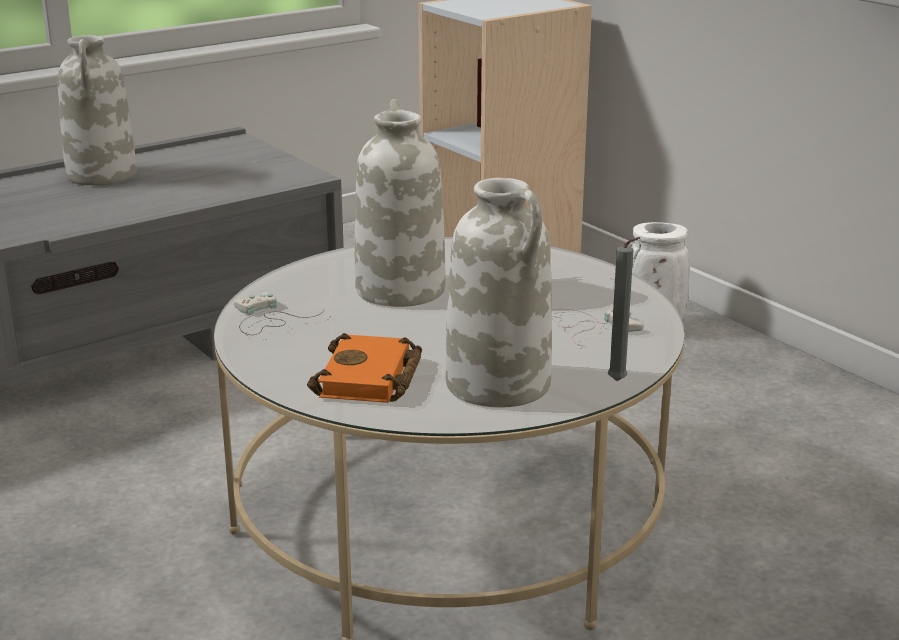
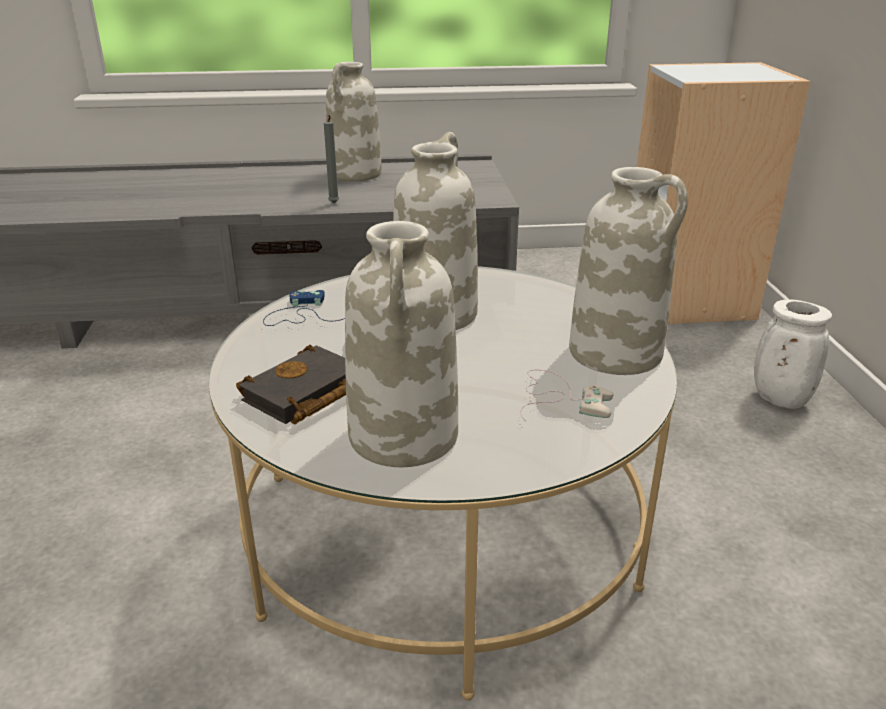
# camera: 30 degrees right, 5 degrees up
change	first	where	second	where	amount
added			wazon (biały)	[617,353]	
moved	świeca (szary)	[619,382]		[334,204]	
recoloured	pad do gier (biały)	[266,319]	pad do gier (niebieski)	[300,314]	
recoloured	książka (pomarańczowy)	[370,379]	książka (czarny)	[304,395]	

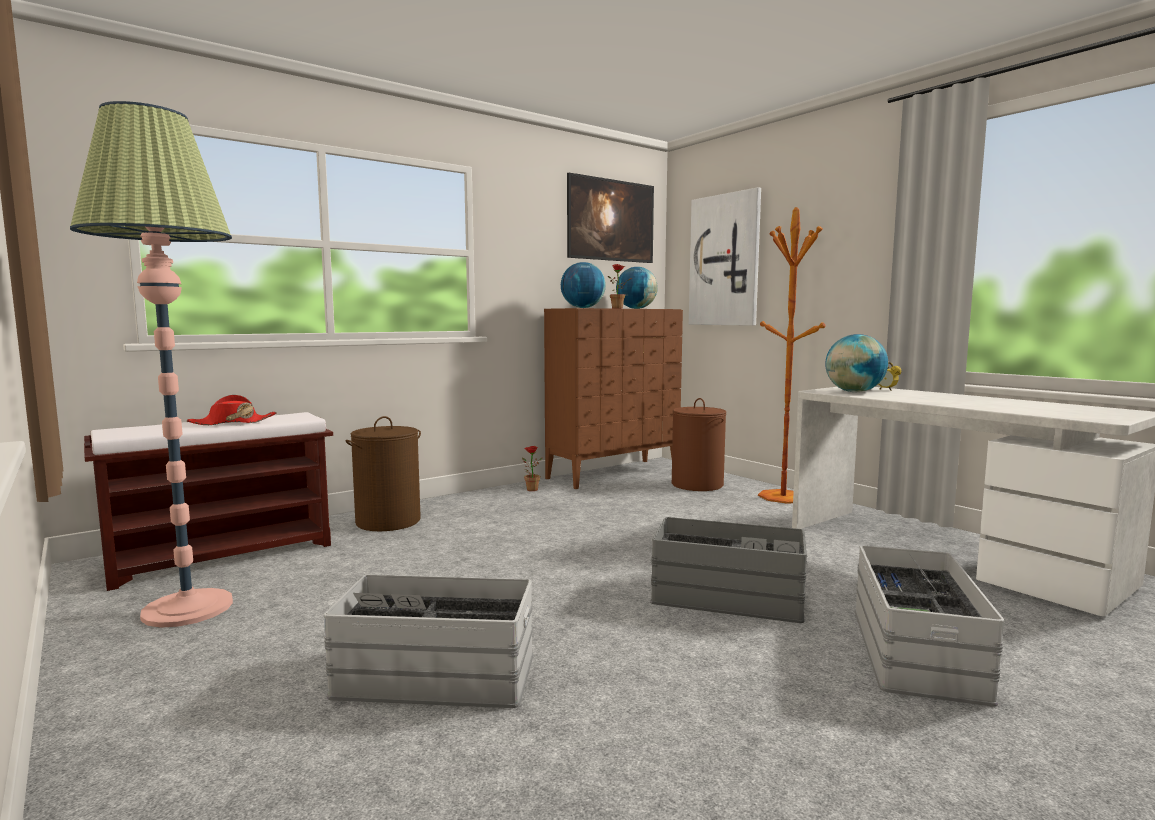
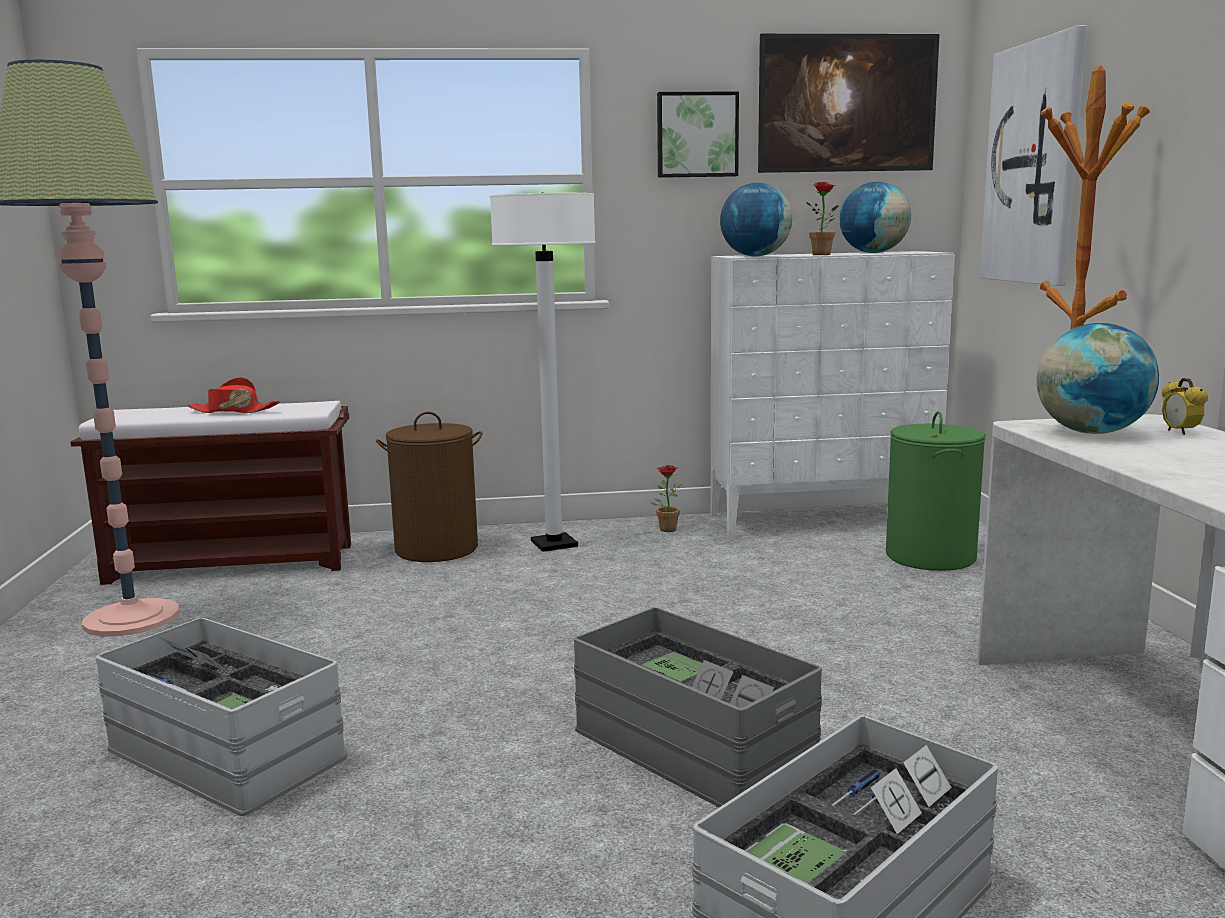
# camera: 30 degrees right, 5 degrees up
change	first	where	second	where	amount
added			lampa stojąca (biały)	[554,544]	
added			obraz	[697,135]	
recoloured	komoda (brązowy)	[615,474]	komoda (biały)	[824,520]	
recoloured	kosz na pranie (brązowy)	[697,484]	kosz na pranie (zielony)	[930,556]	

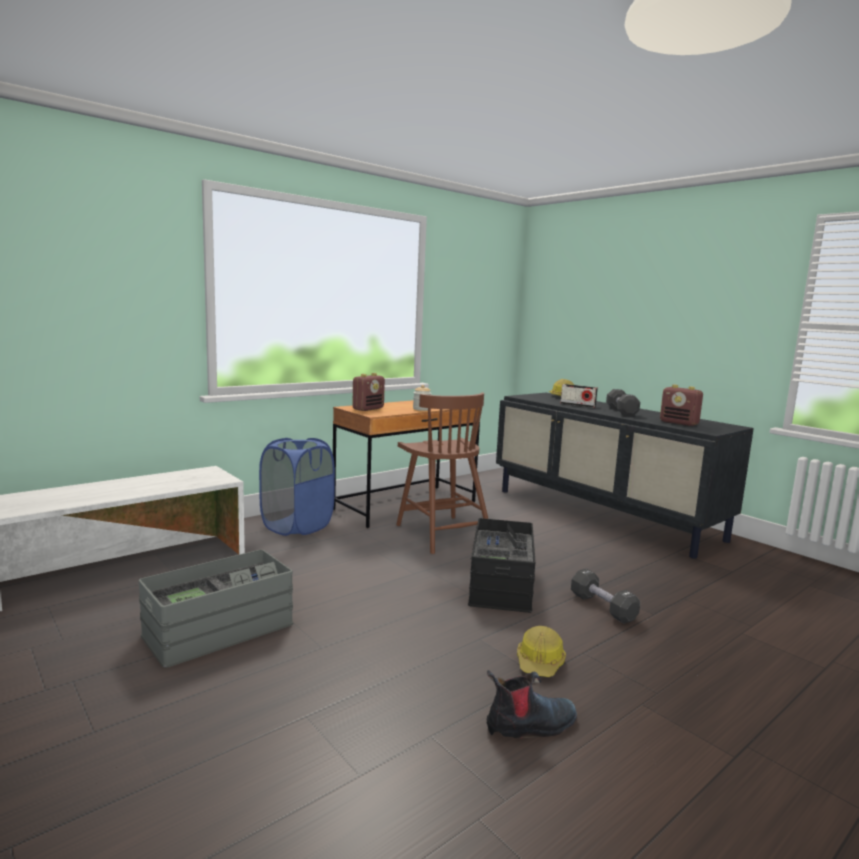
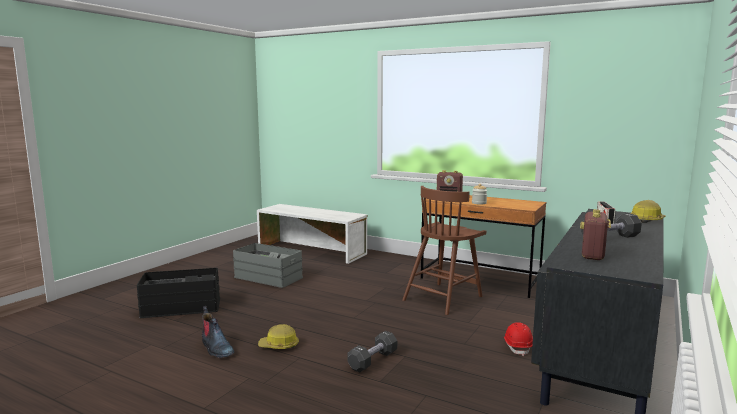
# camera: 70 degrees right, 0 degrees up
change	first	where	second	where	amount
removed	kosz na pranie (niebieski)	[297,526]			
added			kask (czerwony)	[518,346]	
moved	pojemnik do przechowywania (czarny)	[500,583]		[181,306]	

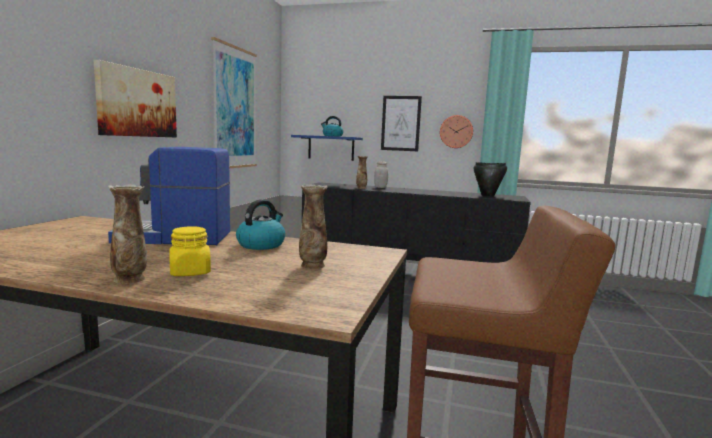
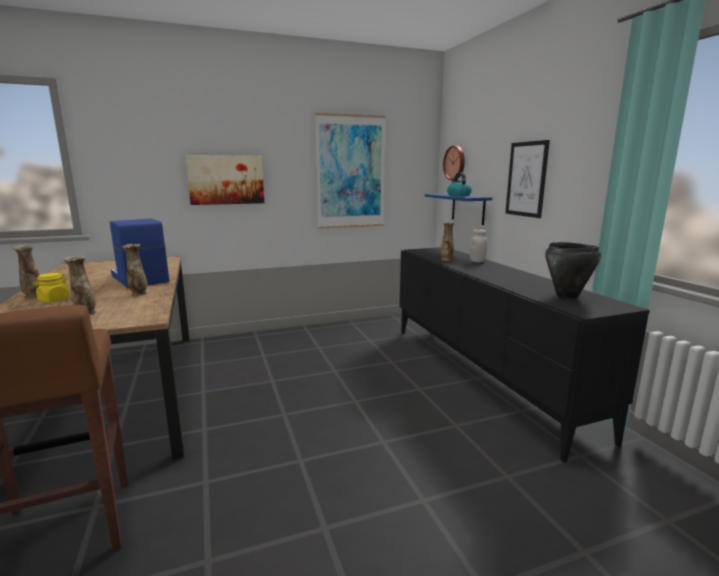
# camera: 55 degrees right, 5 degrees up
change	first	where	second	where	amount
moved	zegar ścienny	[456,131]		[455,163]	
replaced	czajnik	[261,244]	wazon	[138,294]	

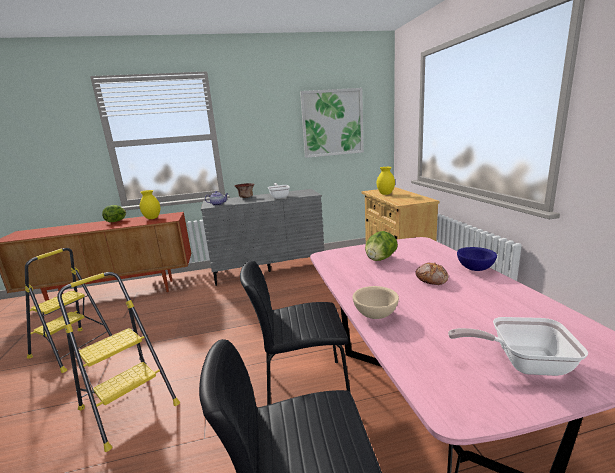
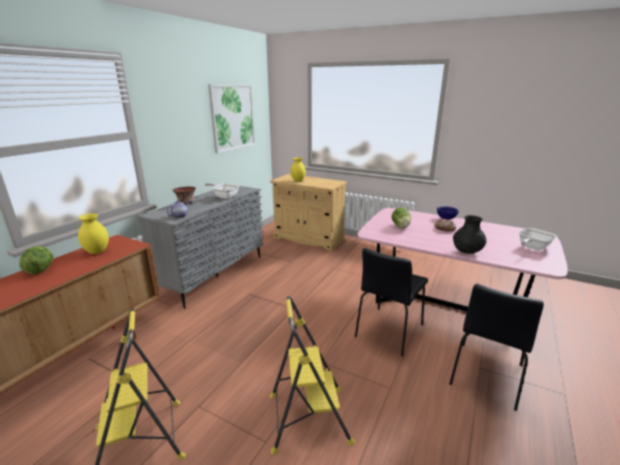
# camera: 50 degrees left, 5 degrees up
change	first	where	second	where	amount
replaced	miska (beżowy)	[376,315]	wazon (czarny)	[467,252]	

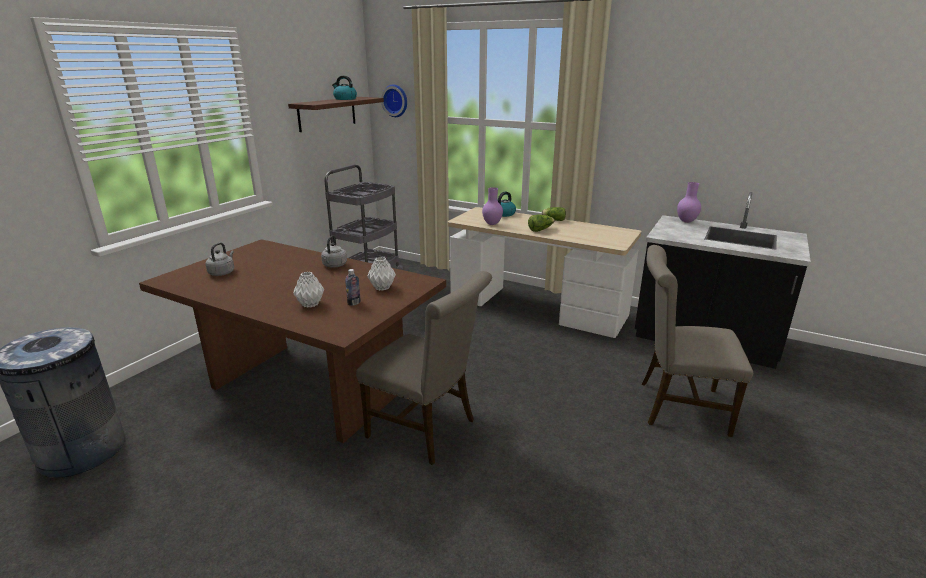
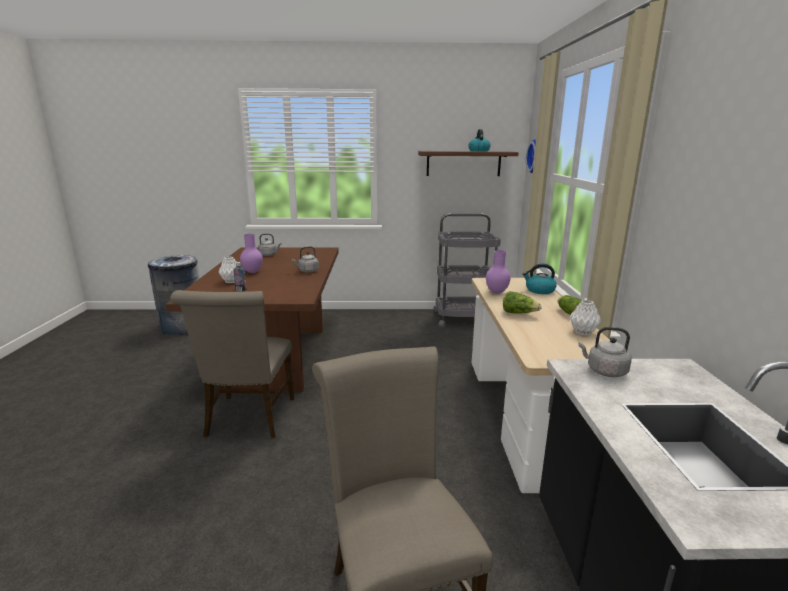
# camera: 60 degrees right, 5 degrees down
change	first	where	second	where	amount
added			czajnik (szary)	[604,371]	
moved	wazon (biały)	[381,288]		[582,332]	
moved	wazon (fioletowy)	[686,221]		[253,272]	

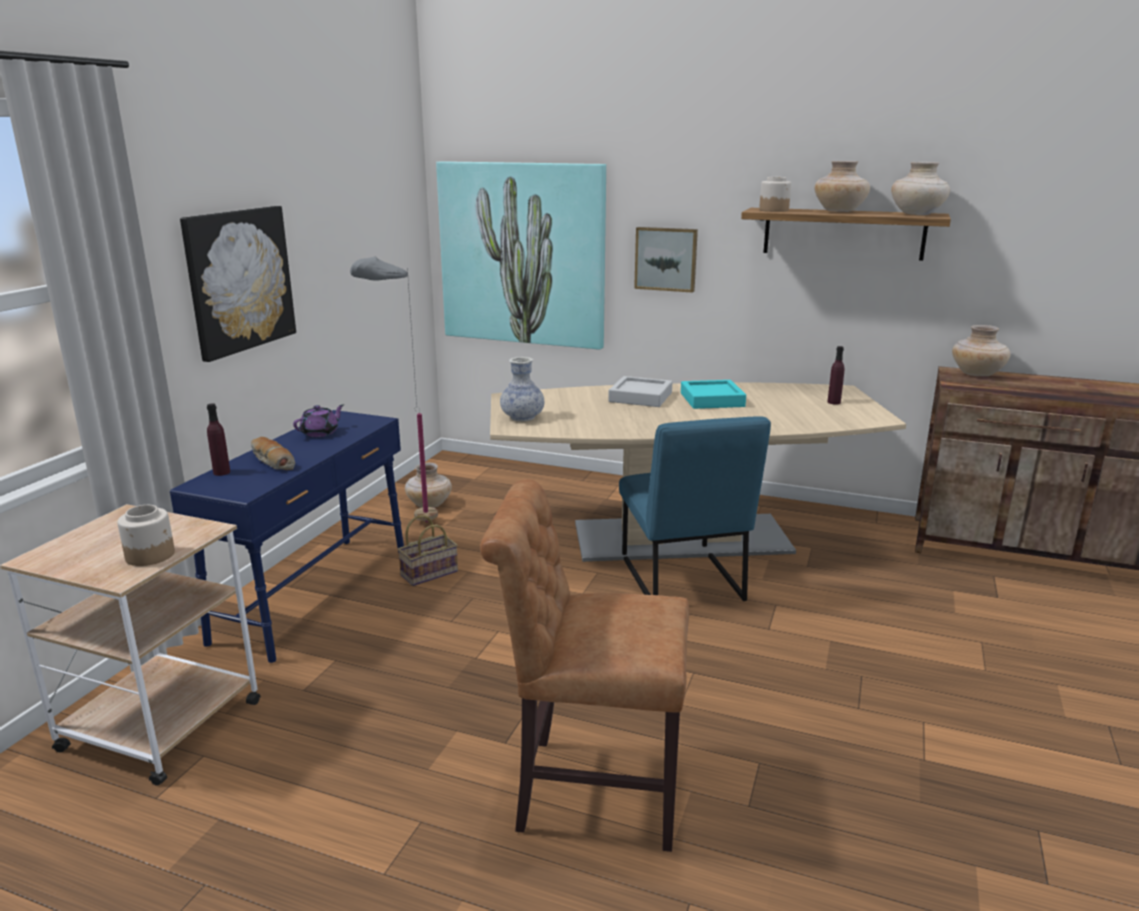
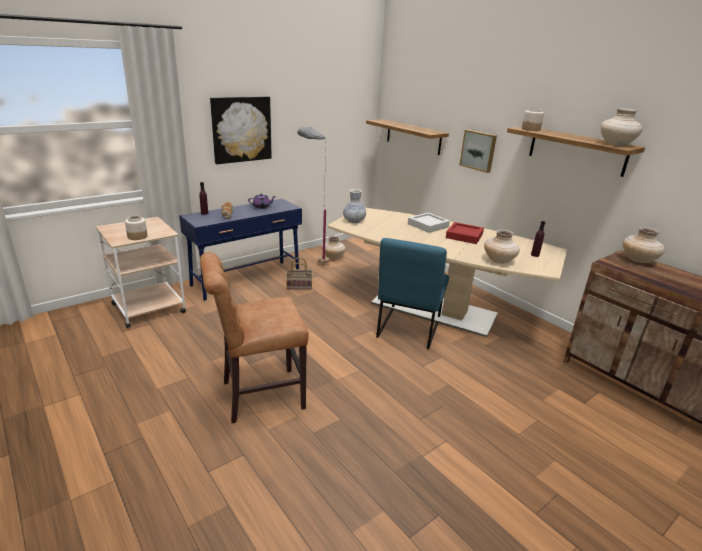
# camera: 30 degrees right, 5 degrees up
change	first	where	second	where	amount
moved	wazon (beżowy)	[839,211]		[499,261]	
replaced	obraz	[523,254]	półka	[413,136]	
recoloured	taca (turkusowy)	[712,400]	taca (czerwony)	[464,236]	
turned	krzesło (brązowy)	[589,790]		[258,396]	60 degrees counterclockwise

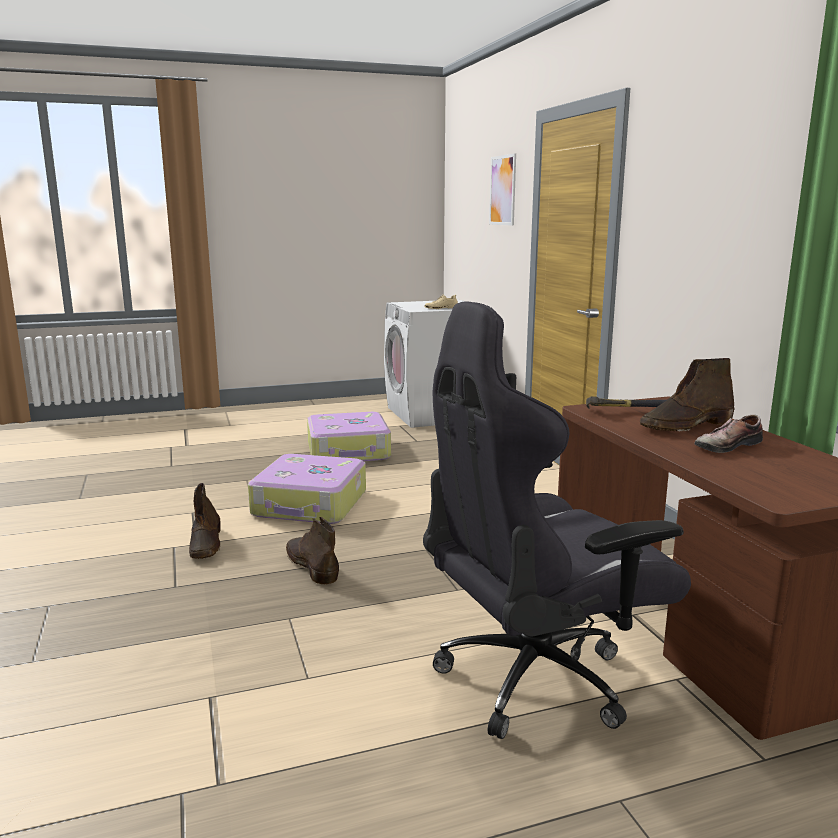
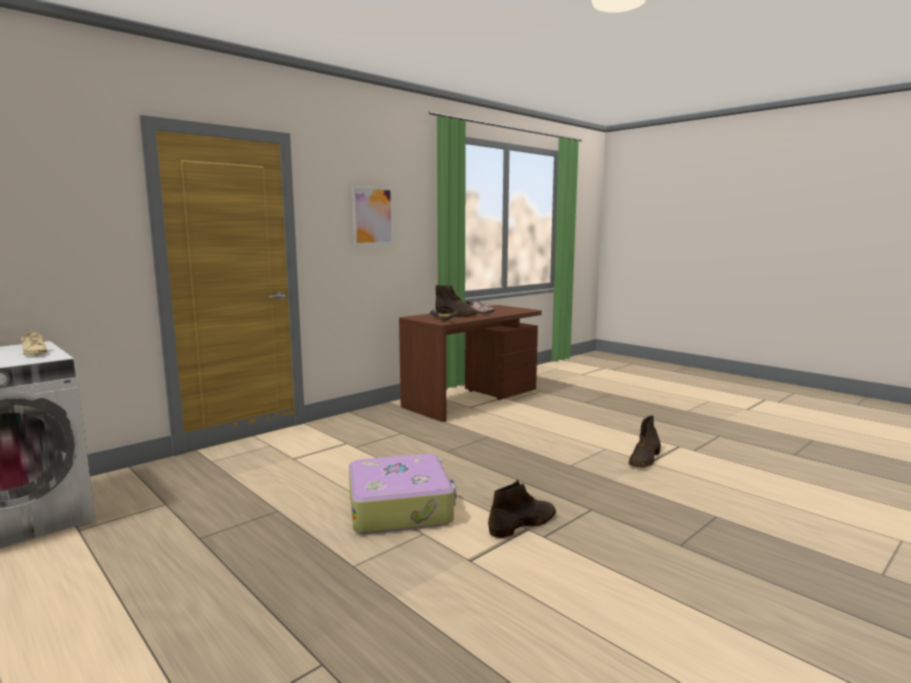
# camera: 115 degrees left, 5 degrees down
change	first	where	second	where	amount
removed	walizka	[349,451]			
removed	krzesło biurowe (czarny)	[543,676]			
moved	but z cholewką (brązowy)	[311,565]		[644,460]	
moved	obraz	[502,190]		[373,216]	

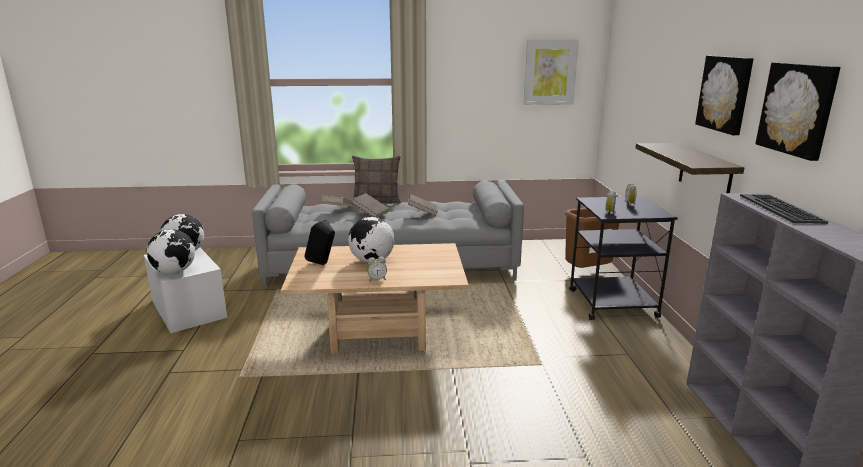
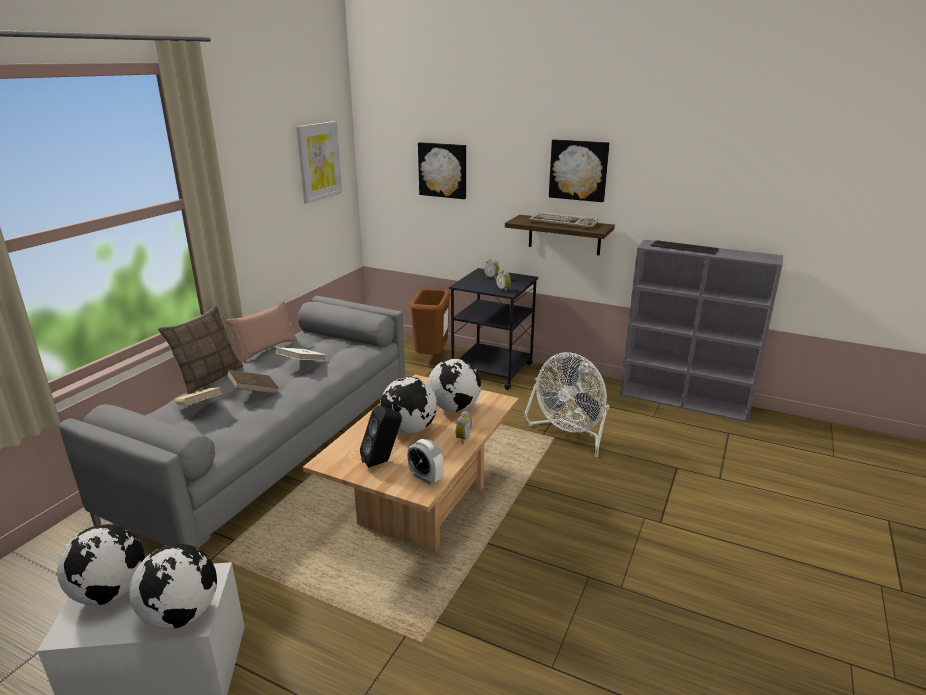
# camera: 60 degrees left, 5 degrees up
change	first	where	second	where	amount
added			poduszka (beżowy)	[266,349]	
added			budzik	[426,477]	
added			globus	[454,408]	
added			wentylator (biały)	[569,432]	
added			klawiatura	[564,222]	
moved	obraz	[798,109]		[443,170]	
recoloured	książka (brązowy)	[423,212]	książka (biały)	[302,363]	

